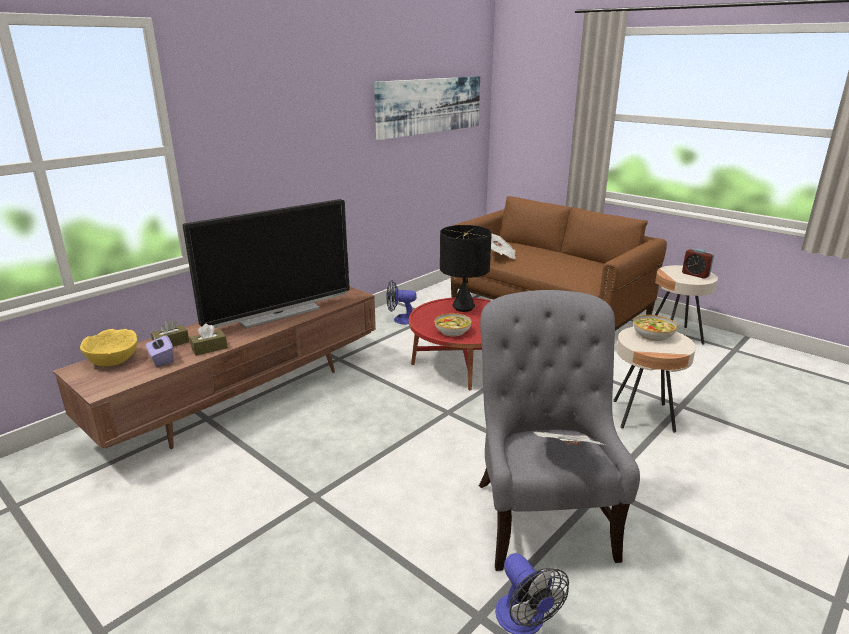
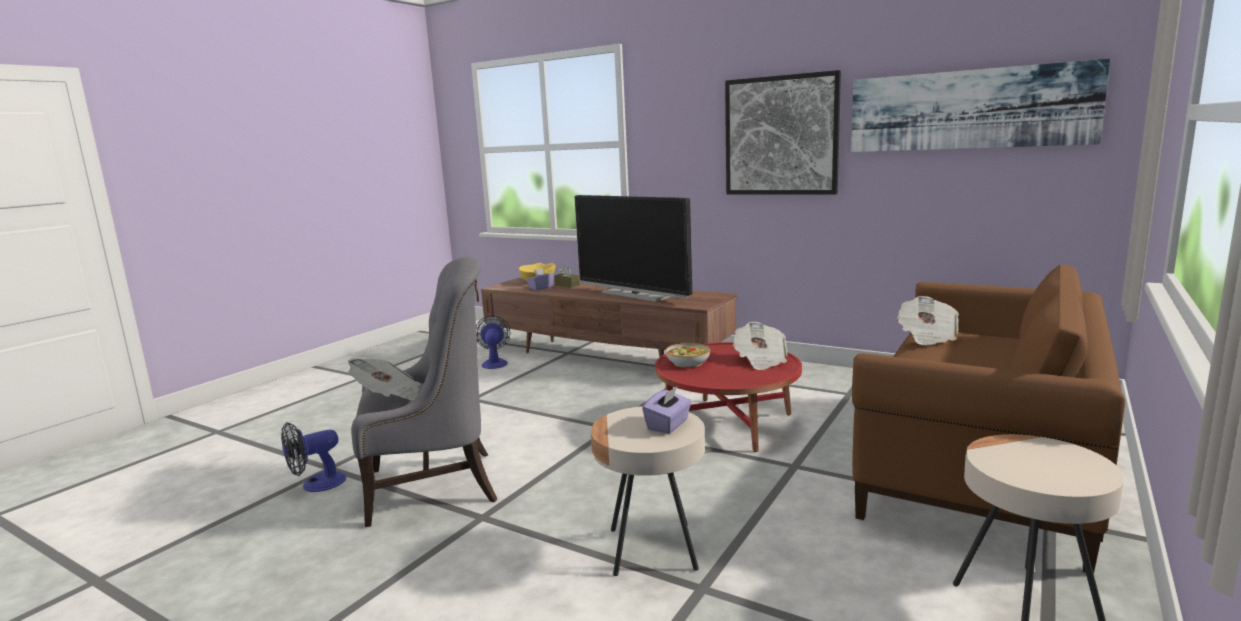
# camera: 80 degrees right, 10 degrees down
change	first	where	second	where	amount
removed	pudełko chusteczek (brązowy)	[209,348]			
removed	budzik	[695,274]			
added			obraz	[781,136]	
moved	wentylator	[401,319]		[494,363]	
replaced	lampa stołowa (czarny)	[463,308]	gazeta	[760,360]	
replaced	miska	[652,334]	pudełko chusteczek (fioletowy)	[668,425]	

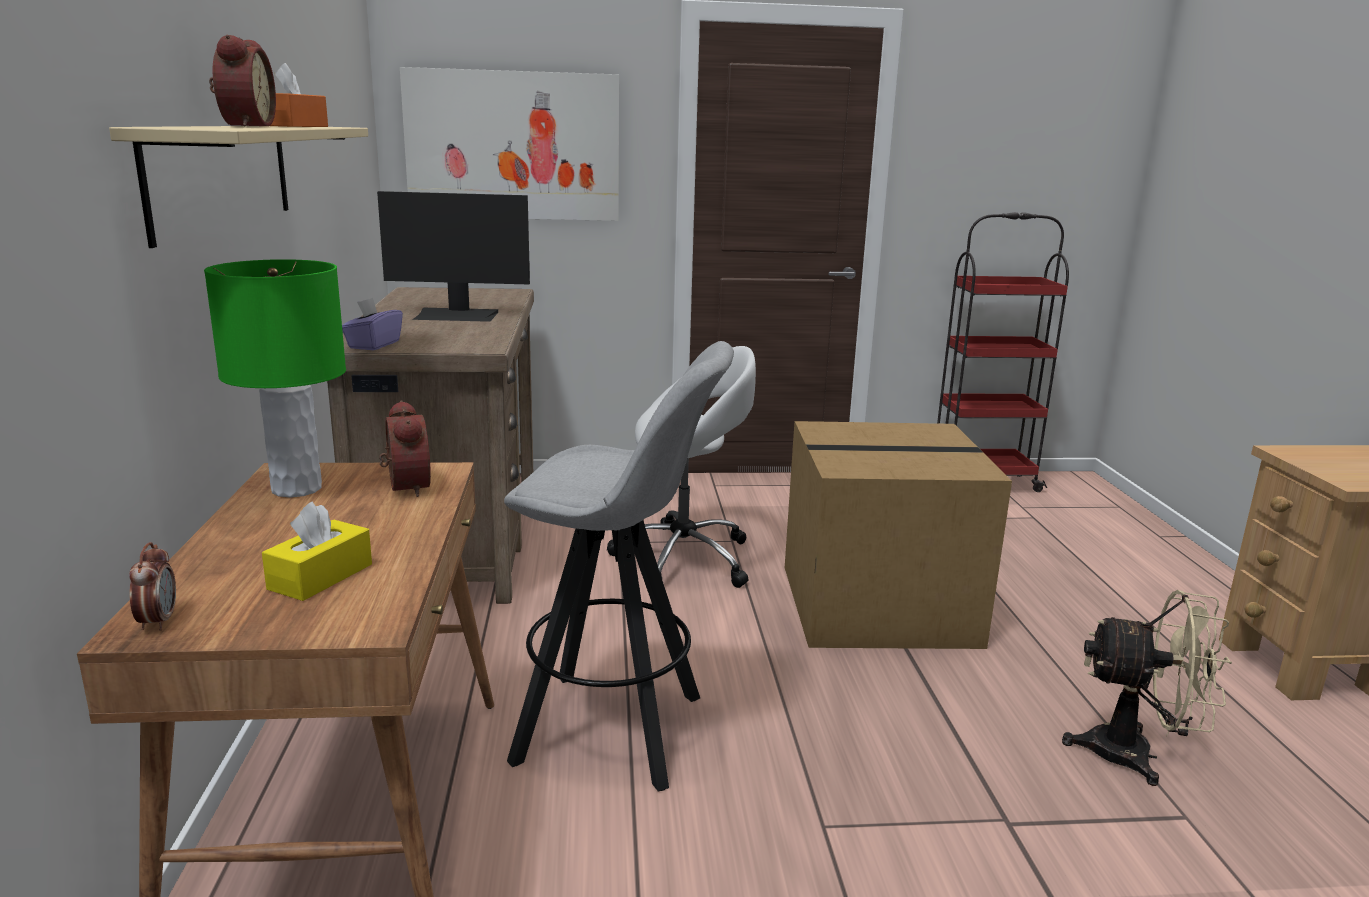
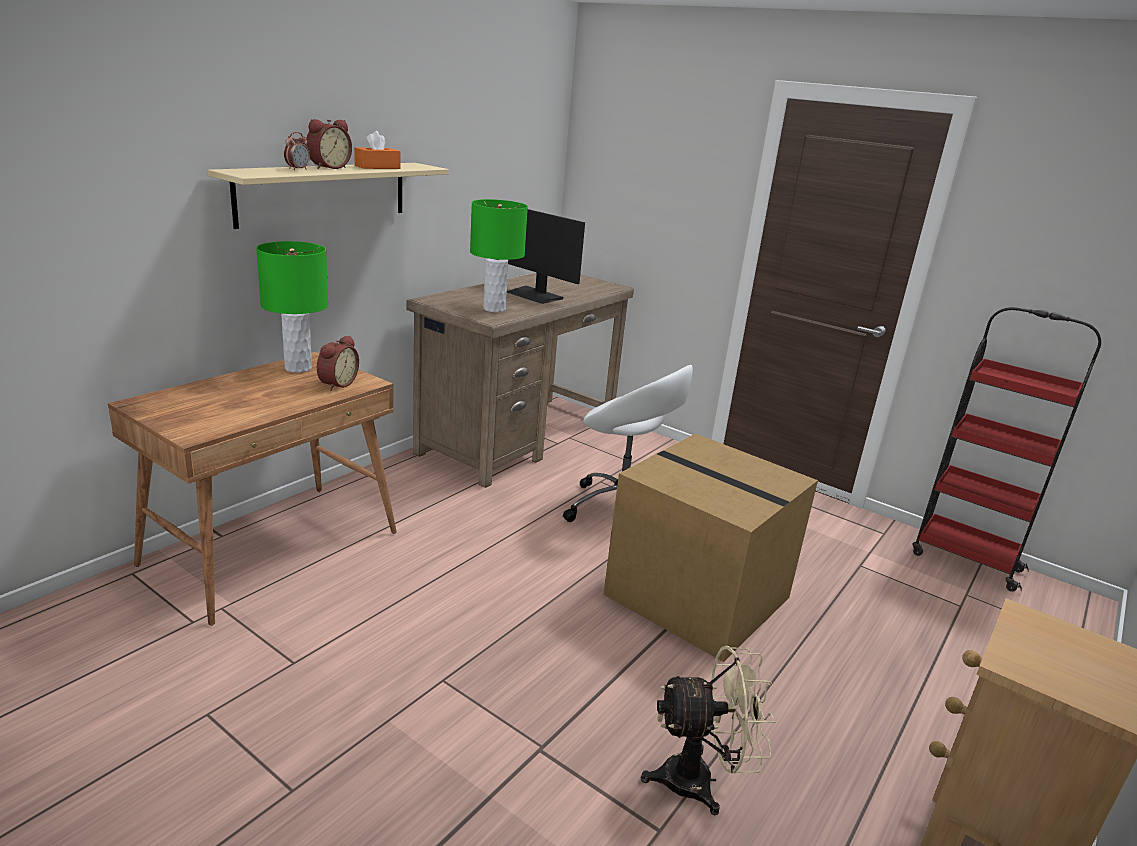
# camera: 40 degrees right, 5 degrees up
change	first	where	second	where	amount
removed	pudełko chusteczek (żółty)	[320,576]			
removed	pudełko chusteczek (fioletowy)	[373,345]			
removed	obraz	[513,146]			
removed	stołek (szary)	[615,730]			
added			lampa stołowa (zielony)	[494,309]	
moved	budzik	[158,622]		[298,169]	
turned	wentylator (beżowy)	[1136,755]		[700,780]	60 degrees counterclockwise

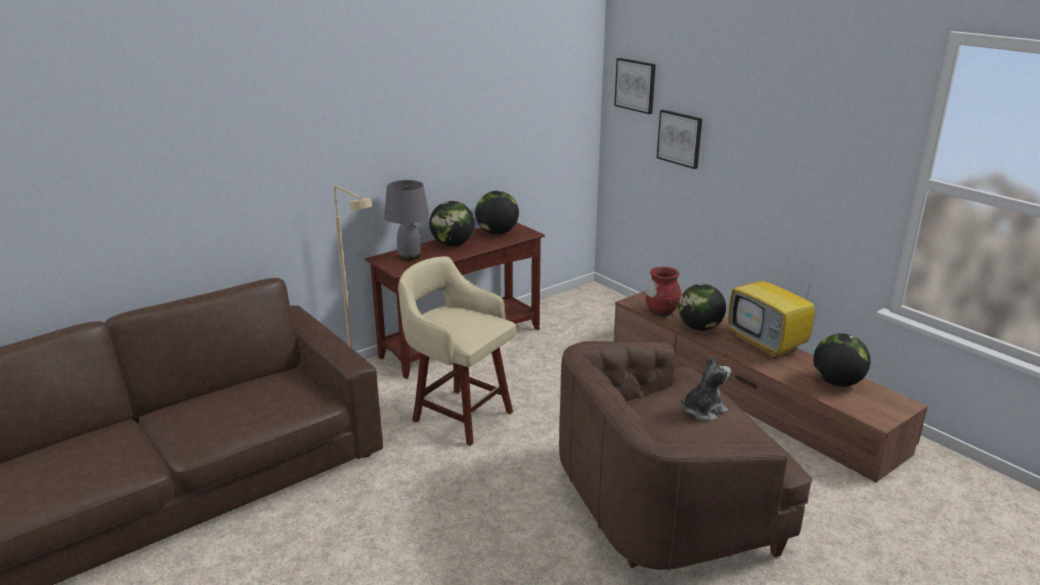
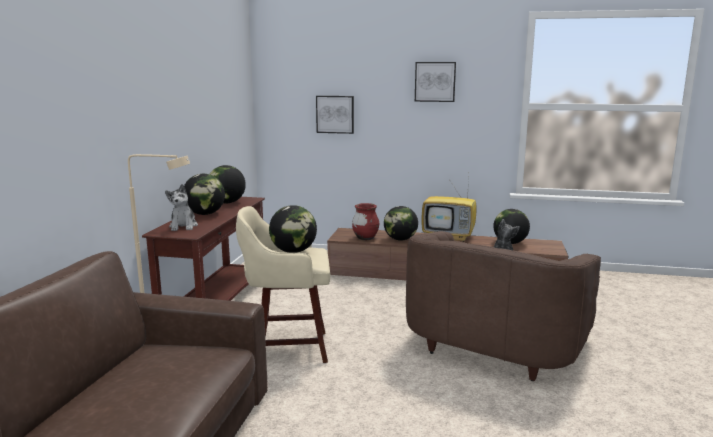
# camera: 40 degrees left, 10 degrees down
change	first	where	second	where	amount
added			globus	[293,251]	
moved	obraz	[635,85]		[435,81]	
replaced	lampa stołowa (szary)	[410,257]	pluszak	[183,226]	

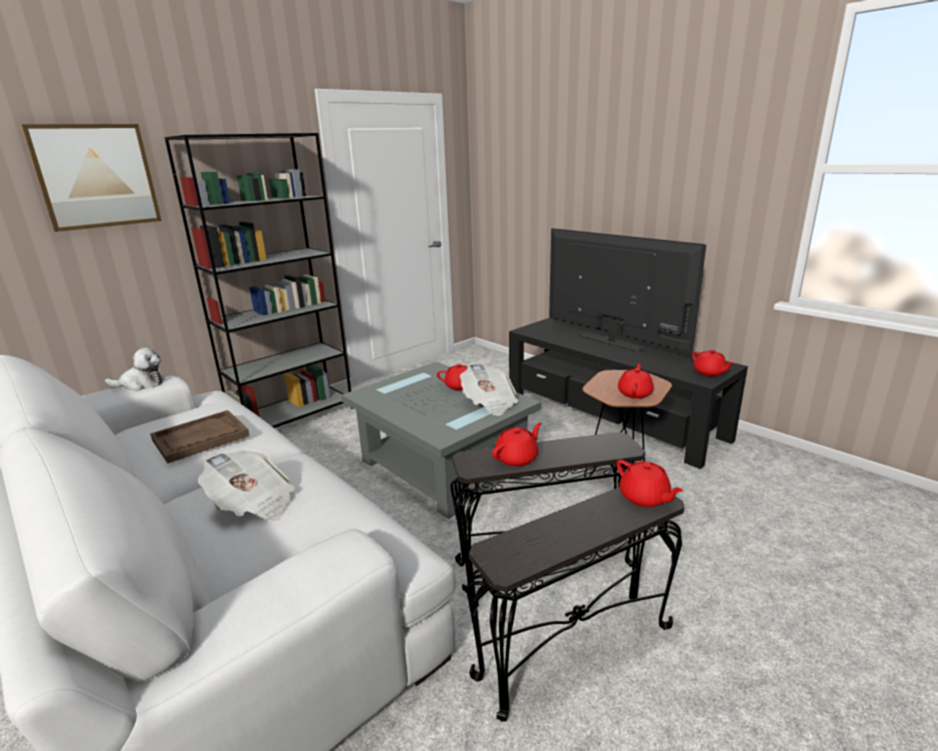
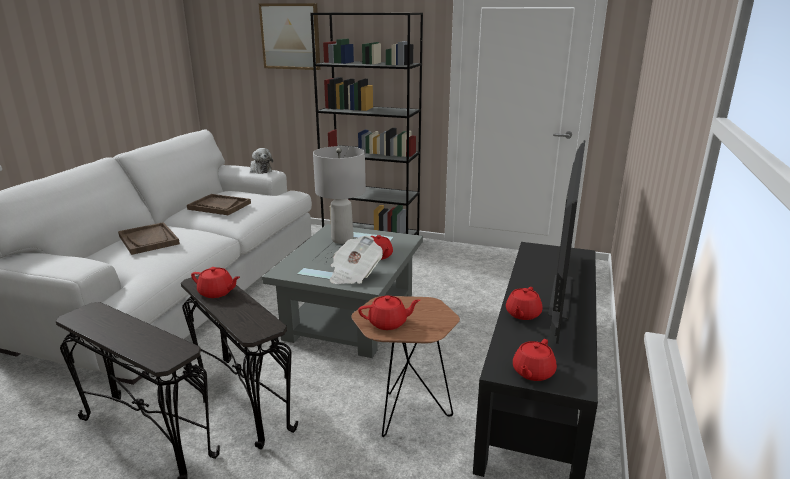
# camera: 60 degrees right, 0 degrees up
change	first	where	second	where	amount
added			lampa stołowa (szary)	[342,239]	
moved	imbryk (czerwony)	[644,498]		[522,314]	
replaced	gazeta	[253,504]	taca (brązowy)	[149,240]	

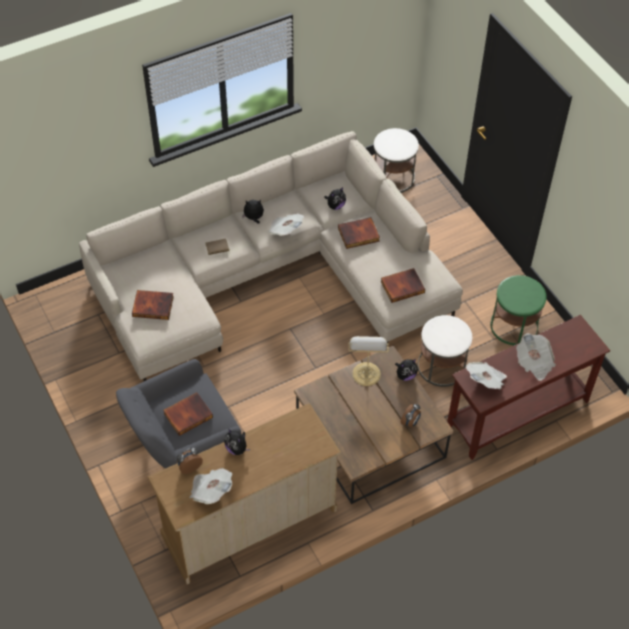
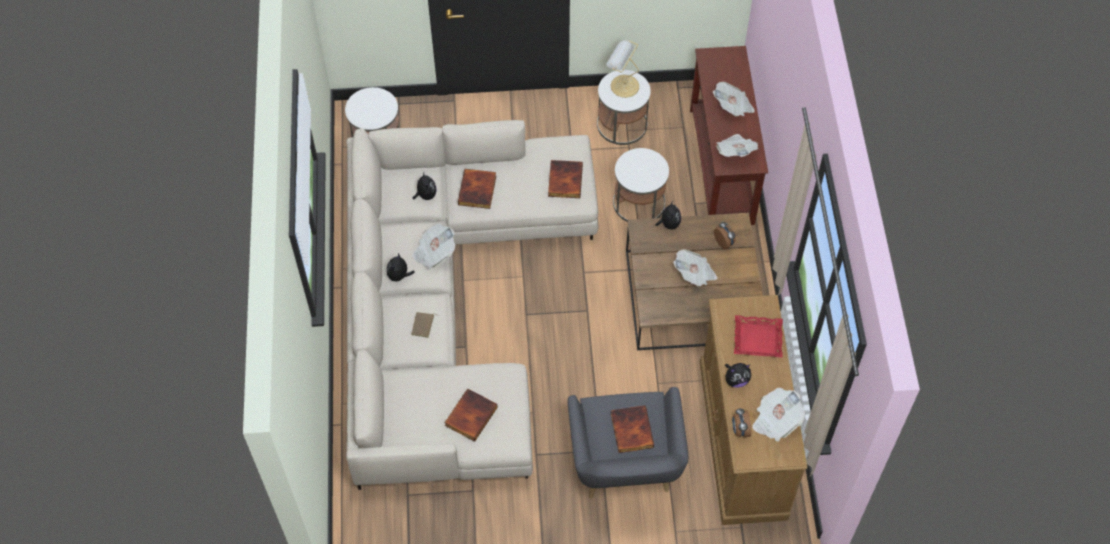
# camera: 65 degrees left, 5 degrees up
change	first	where	second	where	amount
added			gazeta	[694,274]	
added			taca (czerwony)	[757,339]	
moved	lampa stołowa	[366,372]		[623,85]	
recoloured	stolik (zielony)	[514,326]	stolik (biały)	[622,124]	

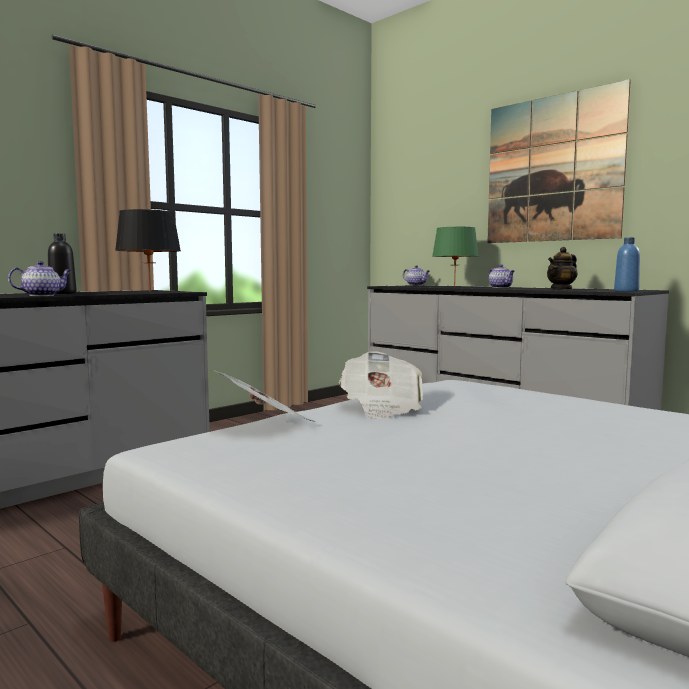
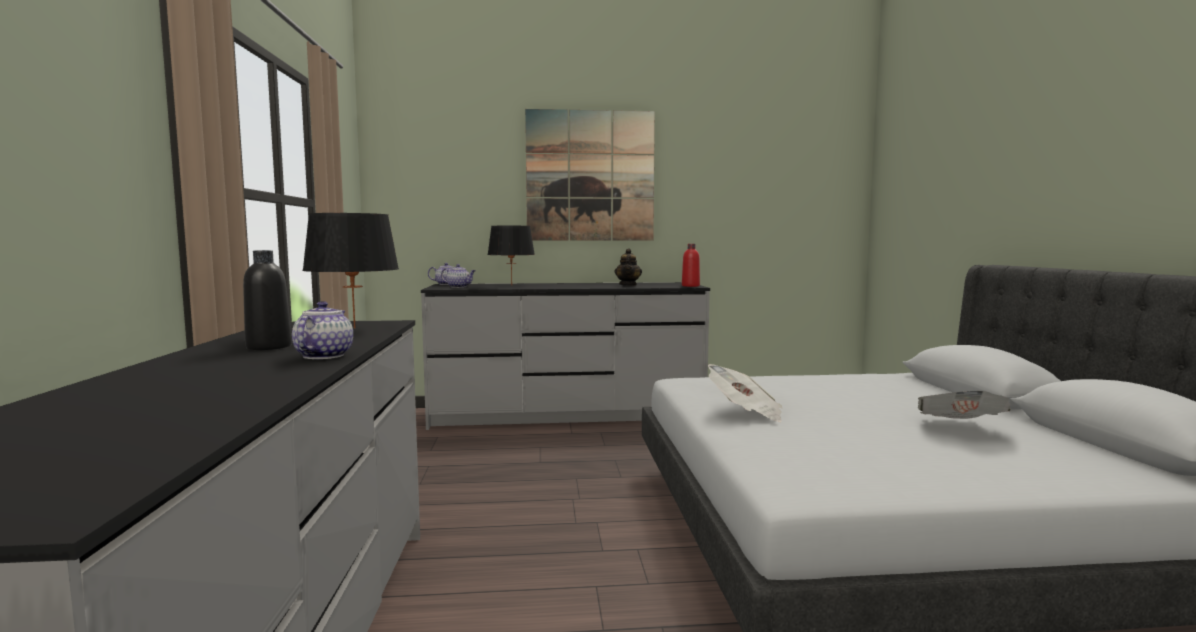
# camera: 50 degrees left, 0 degrees up
change	first	where	second	where	amount
moved	gazeta	[265,423]		[960,429]	
moved	imbryk	[501,287]		[459,287]	
recoloured	lampa stołowa (zielony)	[454,286]	lampa stołowa (czarny)	[511,285]	
recoloured	butelka (niebieski)	[626,291]	butelka (czerwony)	[690,286]	

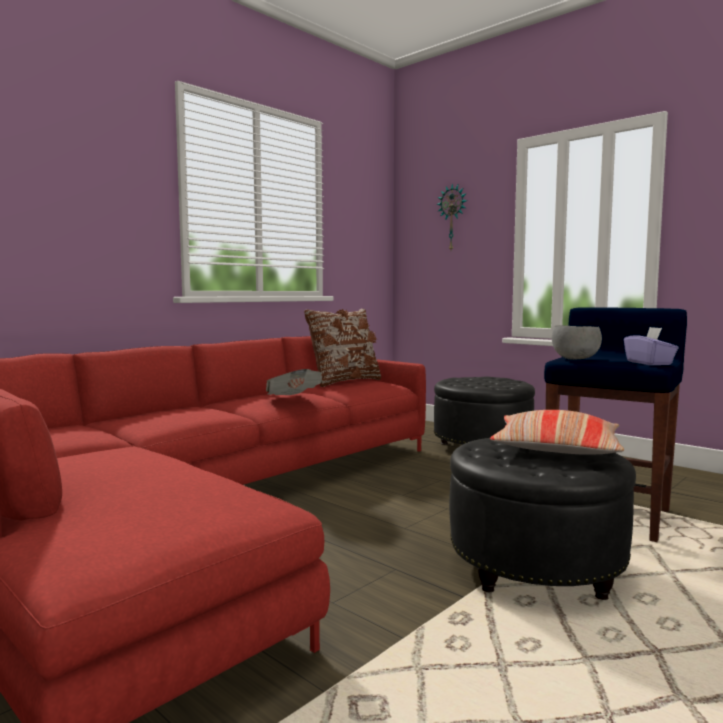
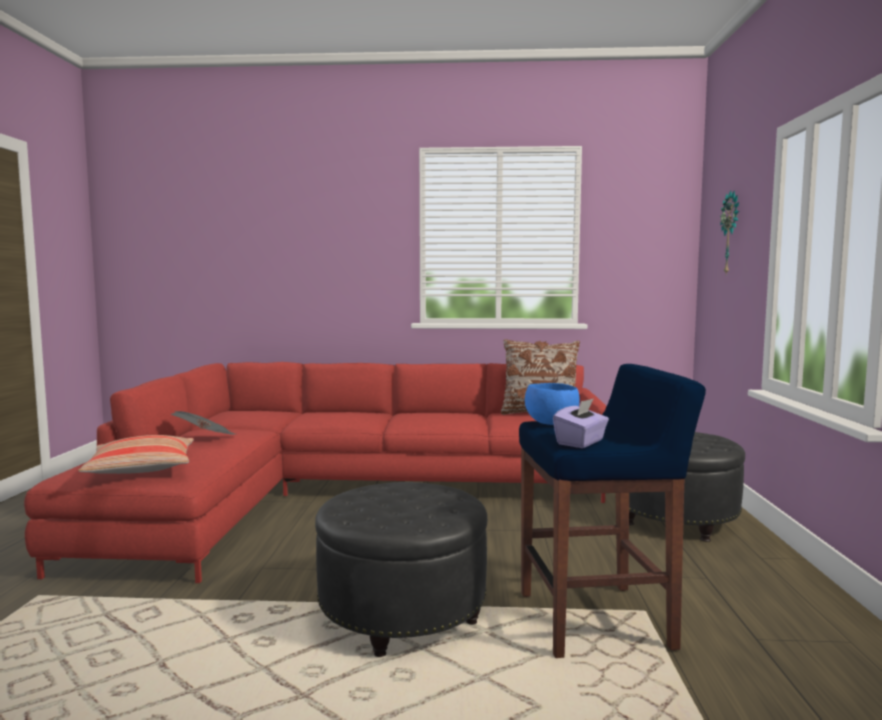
# camera: 50 degrees right, 0 degrees up
change	first	where	second	where	amount
moved	gazeta	[294,399]		[206,439]	
moved	poduszka	[556,449]		[142,468]	
recoloured	miska (szary)	[574,359]	miska (niebieski)	[551,423]	

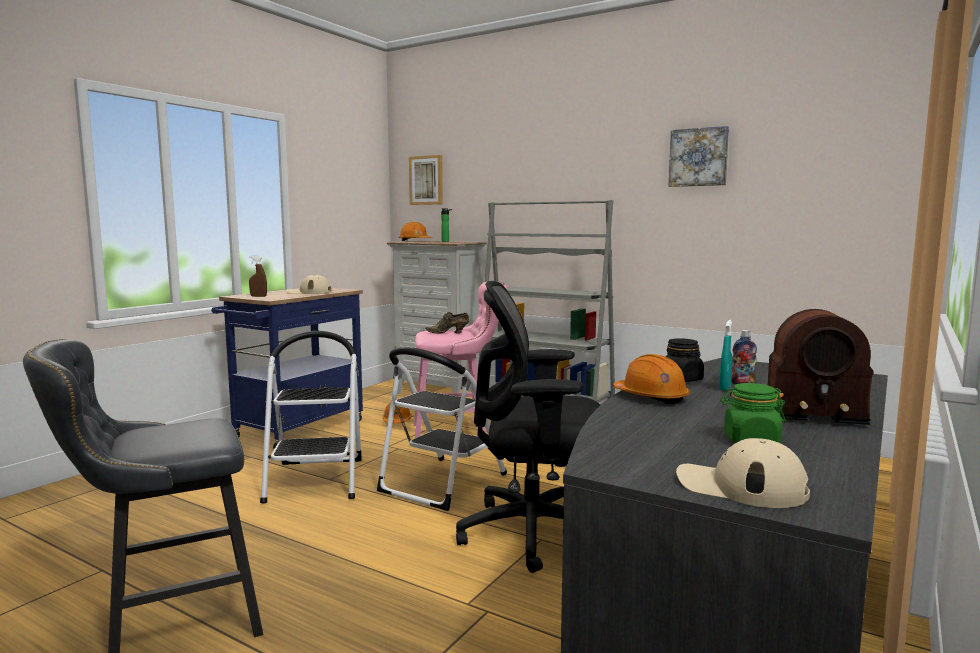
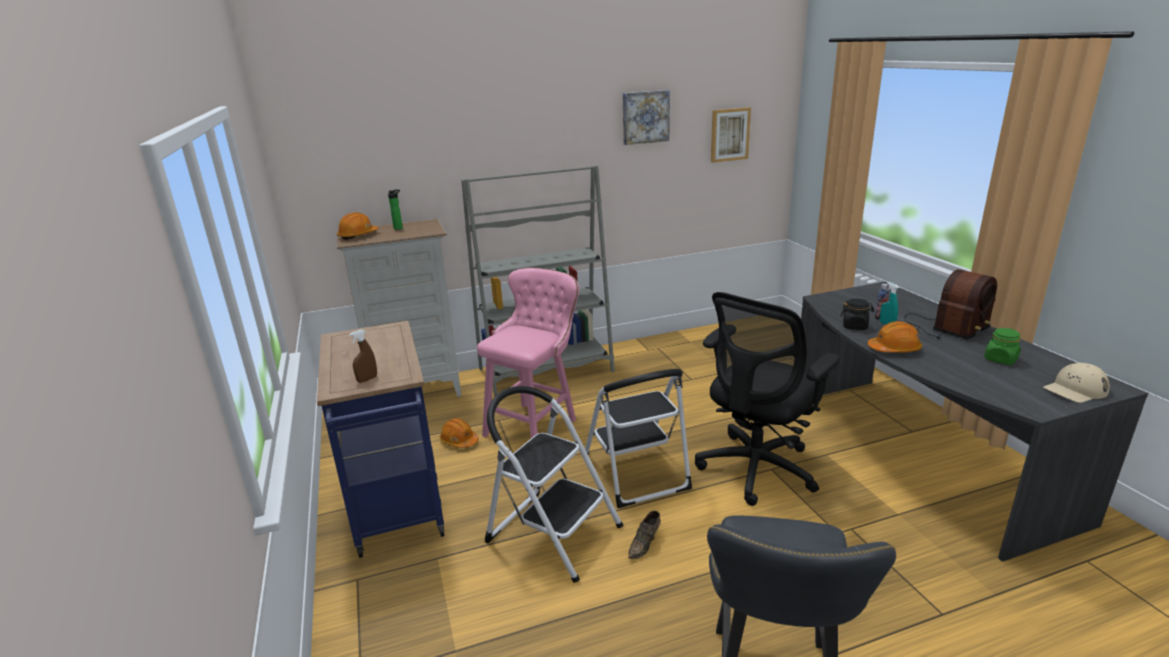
# camera: 50 degrees left, 15 degrees up
change	first	where	second	where	amount
removed	czapka z daszkiem (beżowy)	[309,292]			
moved	obraz	[426,180]		[729,134]	
moved	but (brązowy)	[449,333]		[645,544]	

